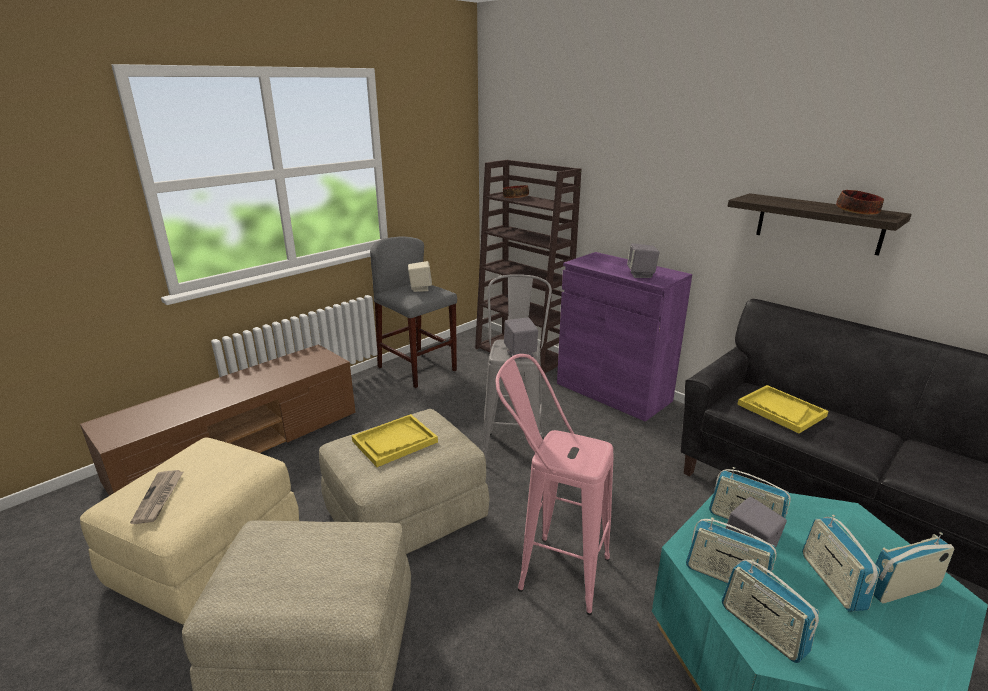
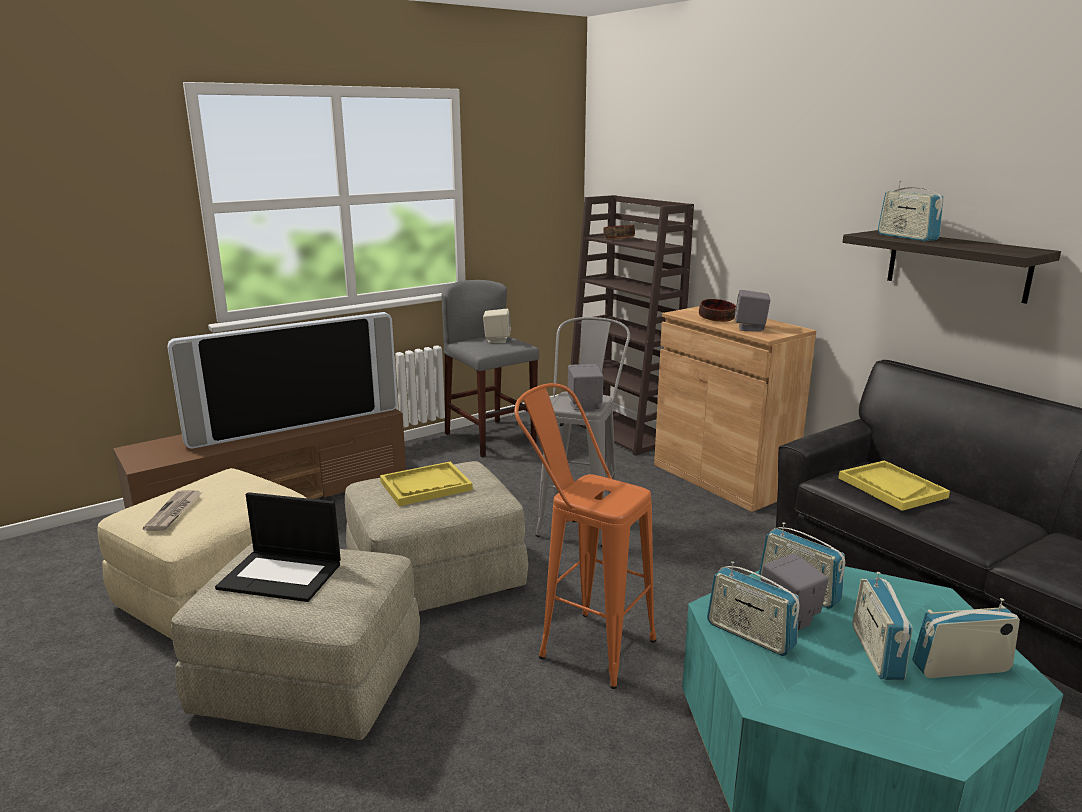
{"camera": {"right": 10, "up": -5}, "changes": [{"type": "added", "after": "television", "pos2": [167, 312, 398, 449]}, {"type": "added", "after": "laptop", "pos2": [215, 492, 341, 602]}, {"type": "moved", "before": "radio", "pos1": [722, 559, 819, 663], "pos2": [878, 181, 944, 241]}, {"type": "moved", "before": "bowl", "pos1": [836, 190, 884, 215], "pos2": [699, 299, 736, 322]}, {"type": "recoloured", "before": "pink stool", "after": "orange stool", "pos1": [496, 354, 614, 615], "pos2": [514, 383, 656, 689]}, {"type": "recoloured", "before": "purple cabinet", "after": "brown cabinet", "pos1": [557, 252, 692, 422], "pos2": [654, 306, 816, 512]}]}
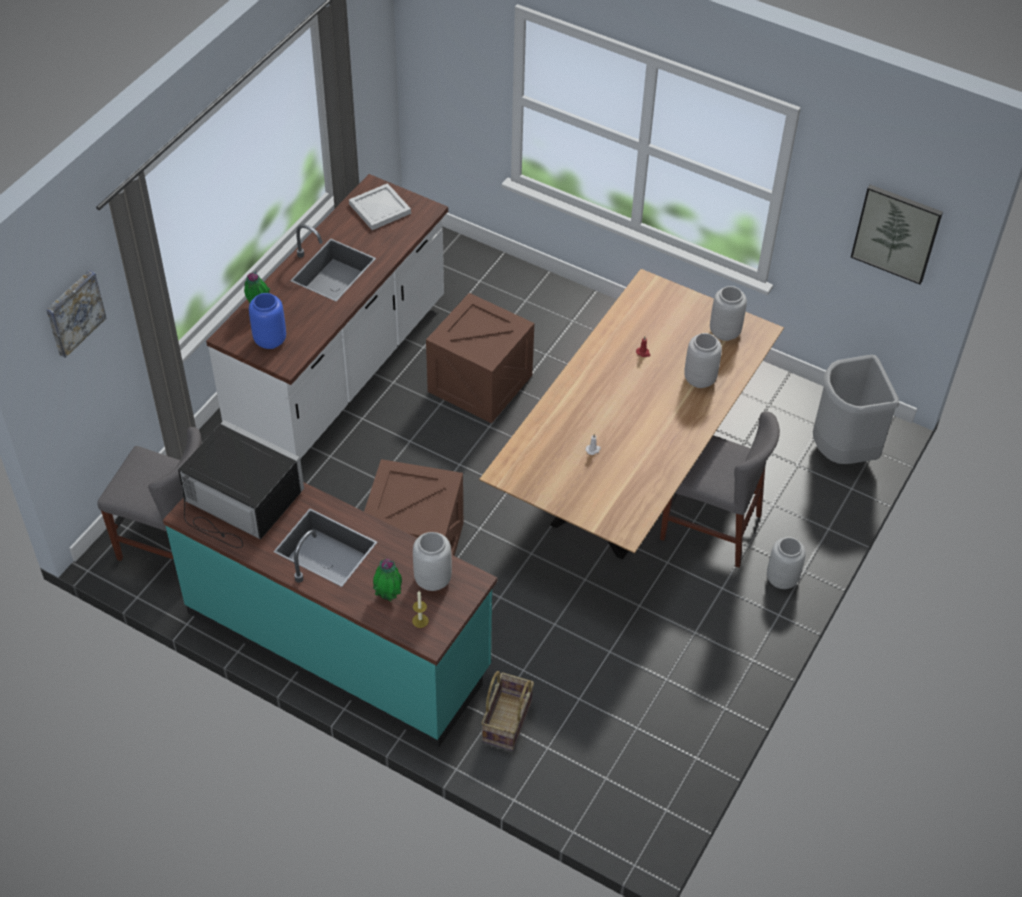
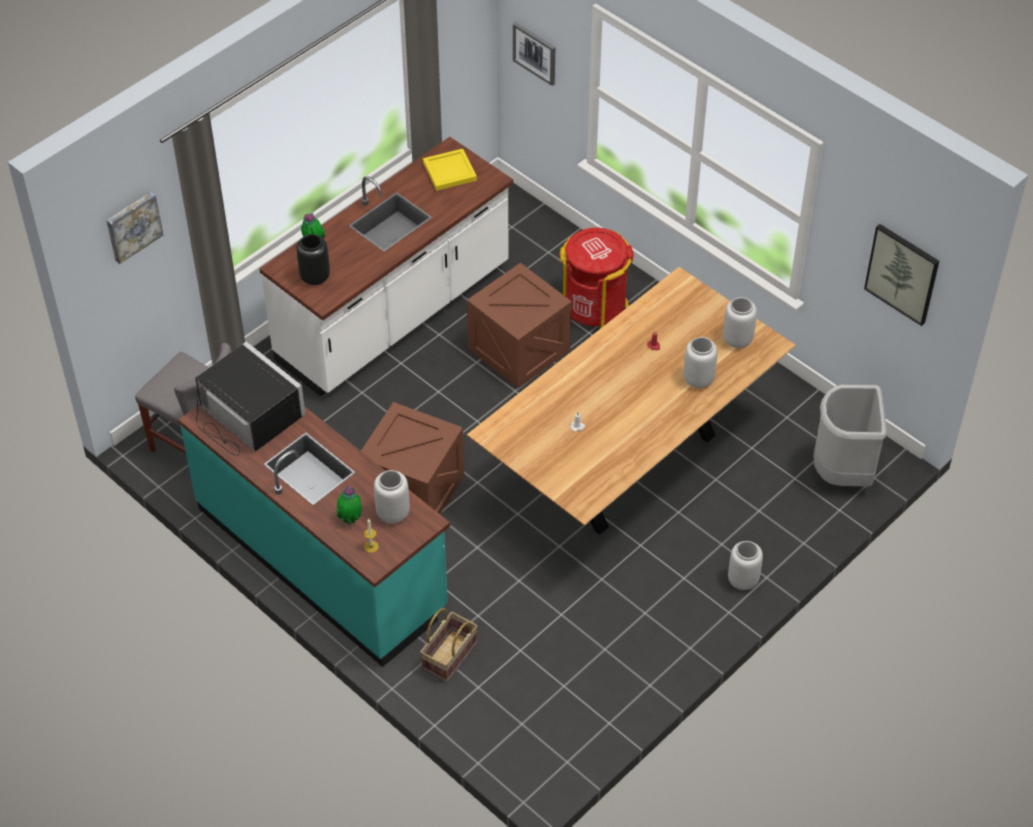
{"camera": {"right": 15, "up": 0}, "changes": [{"type": "removed", "before": "grey chair", "pos1": [660, 411, 780, 568]}, {"type": "added", "after": "picture", "pos2": [513, 22, 555, 86]}, {"type": "added", "after": "red trash can", "pos2": [559, 228, 634, 328]}, {"type": "recoloured", "before": "blue vase", "after": "black vase", "pos1": [249, 293, 286, 349], "pos2": [297, 234, 330, 285]}, {"type": "recoloured", "before": "white tray", "after": "yellow tray", "pos1": [349, 183, 411, 230], "pos2": [423, 149, 477, 191]}]}
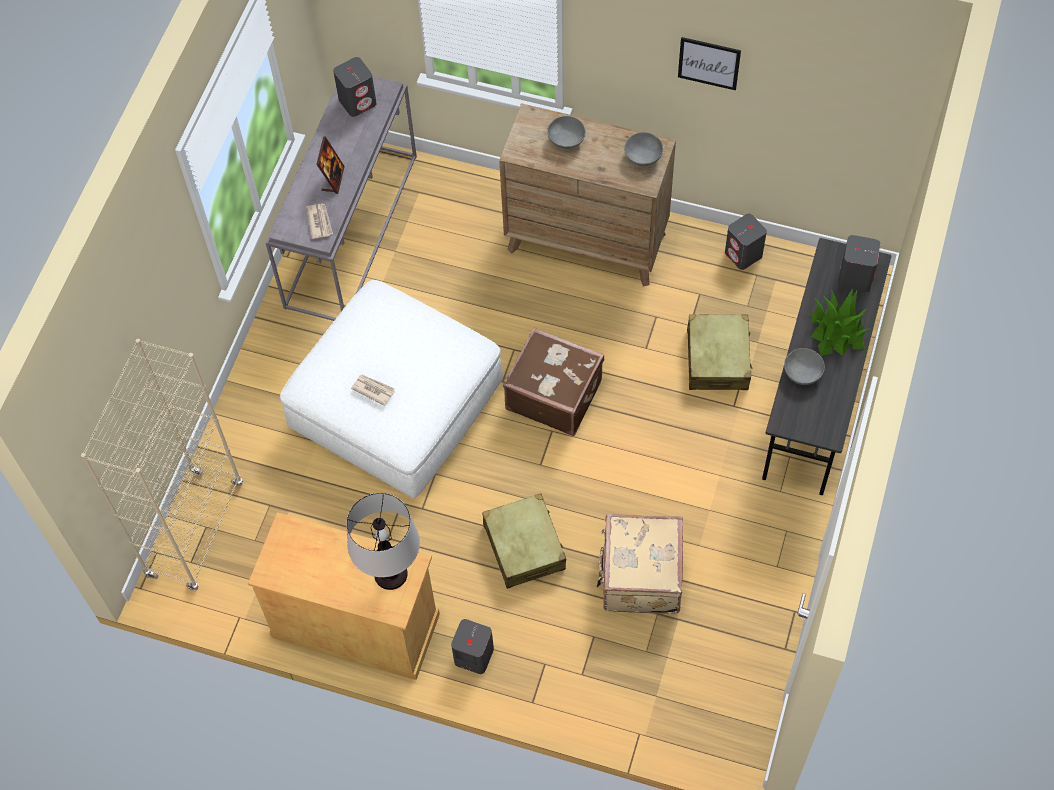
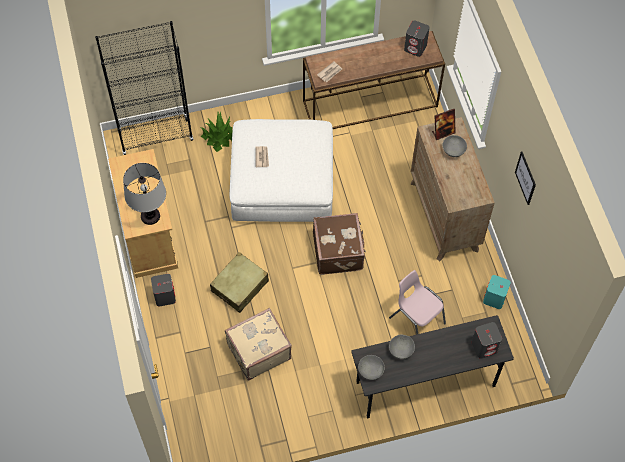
{"camera": {"right": 55, "up": 0}, "changes": [{"type": "moved", "before": "picture frame", "pos1": [317, 136, 345, 194], "pos2": [432, 109, 456, 140]}, {"type": "moved", "before": "grey bowl", "pos1": [624, 132, 663, 166], "pos2": [358, 355, 385, 380]}, {"type": "moved", "before": "potted plant", "pos1": [810, 288, 869, 356], "pos2": [200, 112, 233, 152]}, {"type": "replaced", "before": "beige suitcase", "after": "pink chair", "pos1": [687, 314, 752, 390], "pos2": [389, 270, 446, 335]}, {"type": "recoloured", "before": "beige bookcase", "after": "black bookcase", "pos1": [81, 339, 243, 591], "pos2": [95, 21, 194, 155]}, {"type": "recoloured", "before": "grey console table", "after": "brown console table", "pos1": [266, 76, 417, 321], "pos2": [303, 31, 445, 129]}, {"type": "recoloured", "before": "grey speaker", "after": "turquoise speaker", "pos1": [725, 214, 767, 270], "pos2": [483, 275, 511, 309]}]}
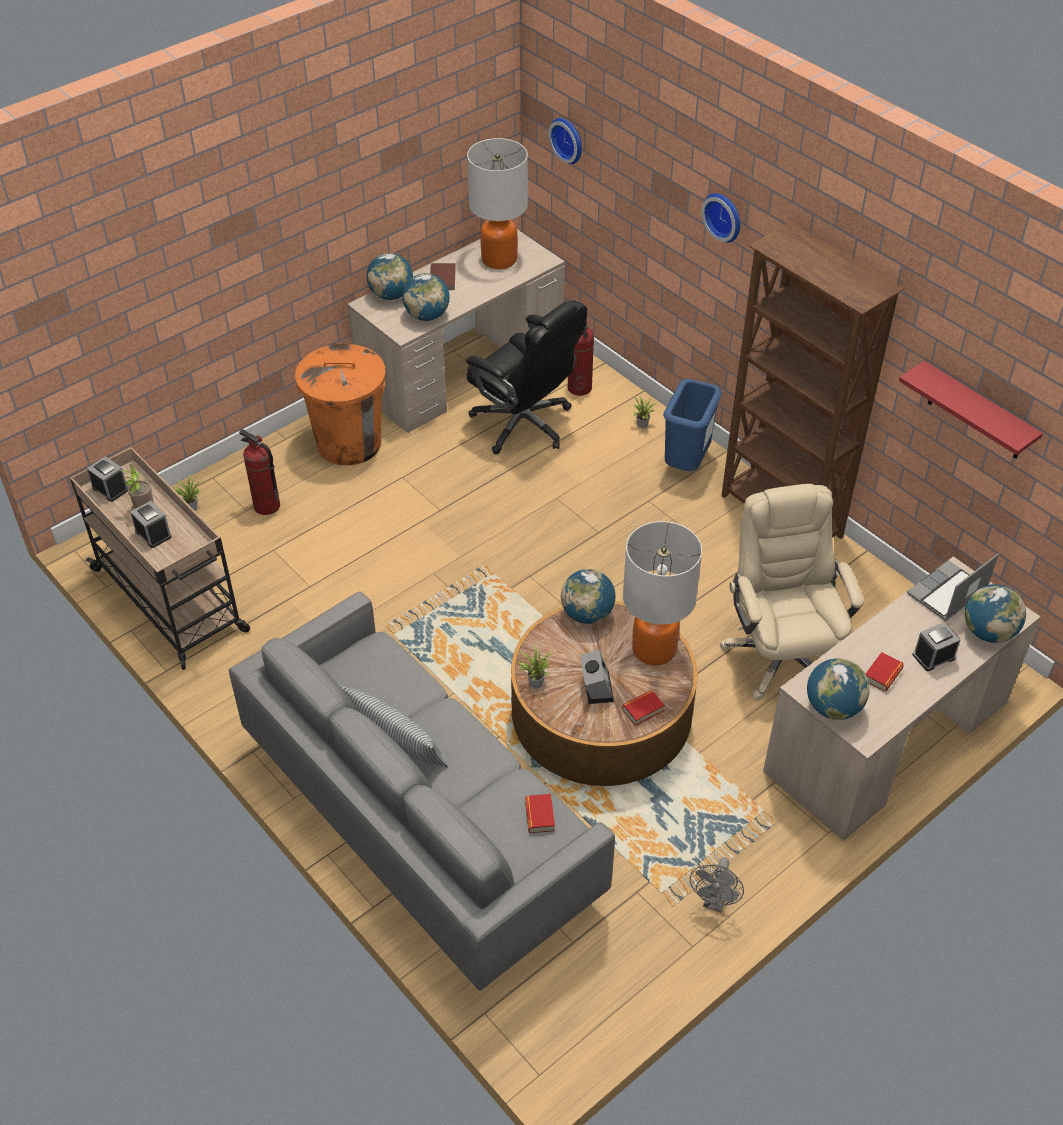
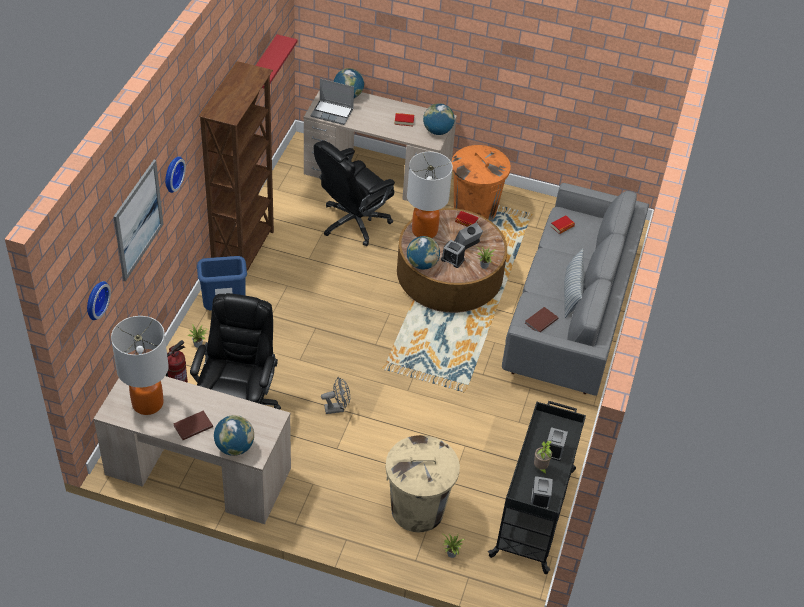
{"camera": {"right": -125, "up": 0}, "changes": [{"type": "removed", "before": "globe", "pos1": [402, 273, 450, 321]}, {"type": "added", "after": "picture", "pos2": [113, 160, 164, 282]}, {"type": "added", "after": "brown book", "pos2": [525, 307, 558, 332]}, {"type": "moved", "before": "orange trash can", "pos1": [295, 344, 386, 466], "pos2": [452, 145, 511, 221]}, {"type": "moved", "before": "grey fan", "pos1": [690, 857, 744, 912], "pos2": [321, 377, 350, 414]}, {"type": "moved", "before": "alarm clock", "pos1": [912, 622, 960, 671], "pos2": [441, 240, 465, 268]}, {"type": "replaced", "before": "fire extinguisher", "after": "beige trash can", "pos1": [239, 429, 280, 515], "pos2": [386, 435, 460, 532]}, {"type": "recoloured", "before": "beige cart", "after": "black cart", "pos1": [70, 447, 250, 670], "pos2": [488, 401, 586, 574]}, {"type": "recoloured", "before": "beige office chair", "after": "black office chair", "pos1": [720, 484, 864, 701], "pos2": [314, 140, 395, 246]}]}
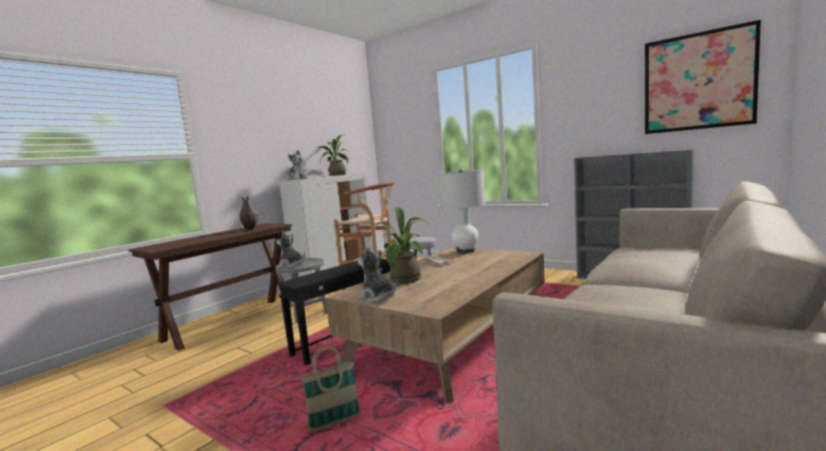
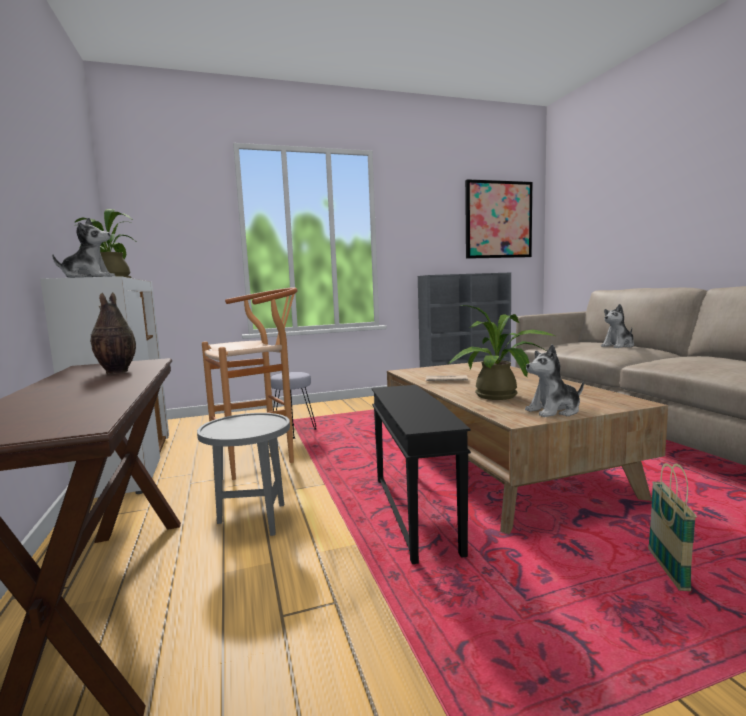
{"camera": {"right": -55, "up": 0}, "changes": [{"type": "removed", "before": "white table lamp", "pos1": [438, 169, 485, 254]}, {"type": "moved", "before": "plush toy", "pos1": [276, 231, 305, 268], "pos2": [601, 304, 634, 348]}]}
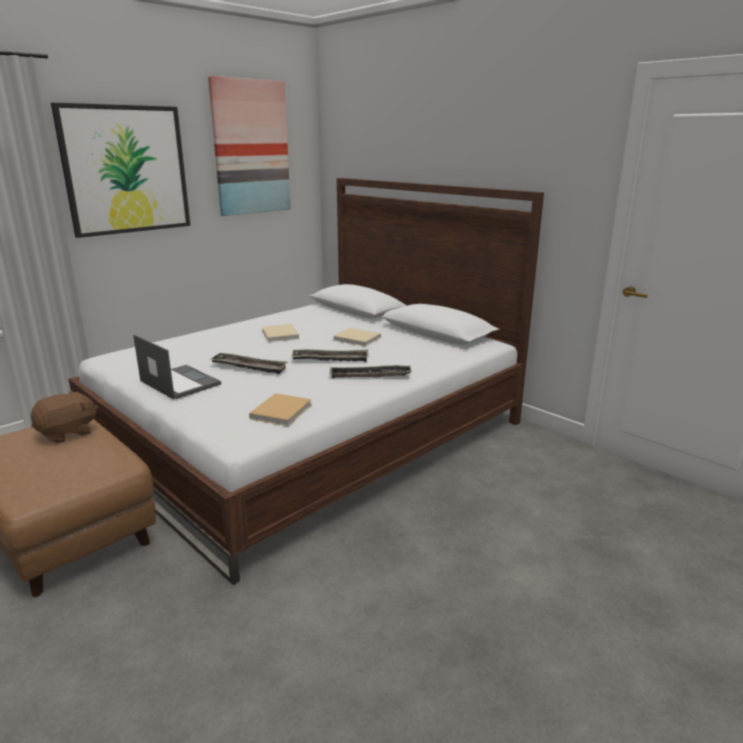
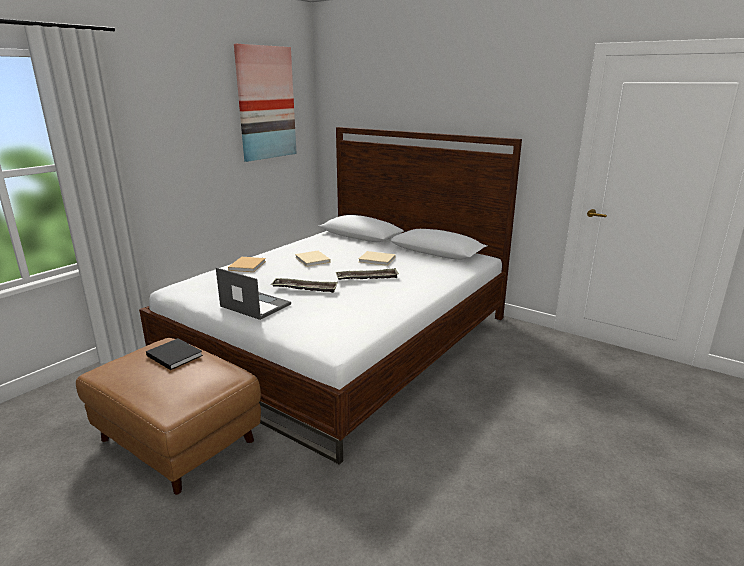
{"camera": {"right": -10, "up": 0}, "changes": [{"type": "removed", "before": "picture", "pos1": [51, 103, 190, 238]}, {"type": "removed", "before": "tray", "pos1": [330, 365, 412, 378]}, {"type": "moved", "before": "beige book", "pos1": [249, 393, 312, 426], "pos2": [228, 257, 266, 272]}, {"type": "replaced", "before": "brown plush toy", "after": "black book", "pos1": [31, 390, 98, 443], "pos2": [146, 338, 203, 370]}]}
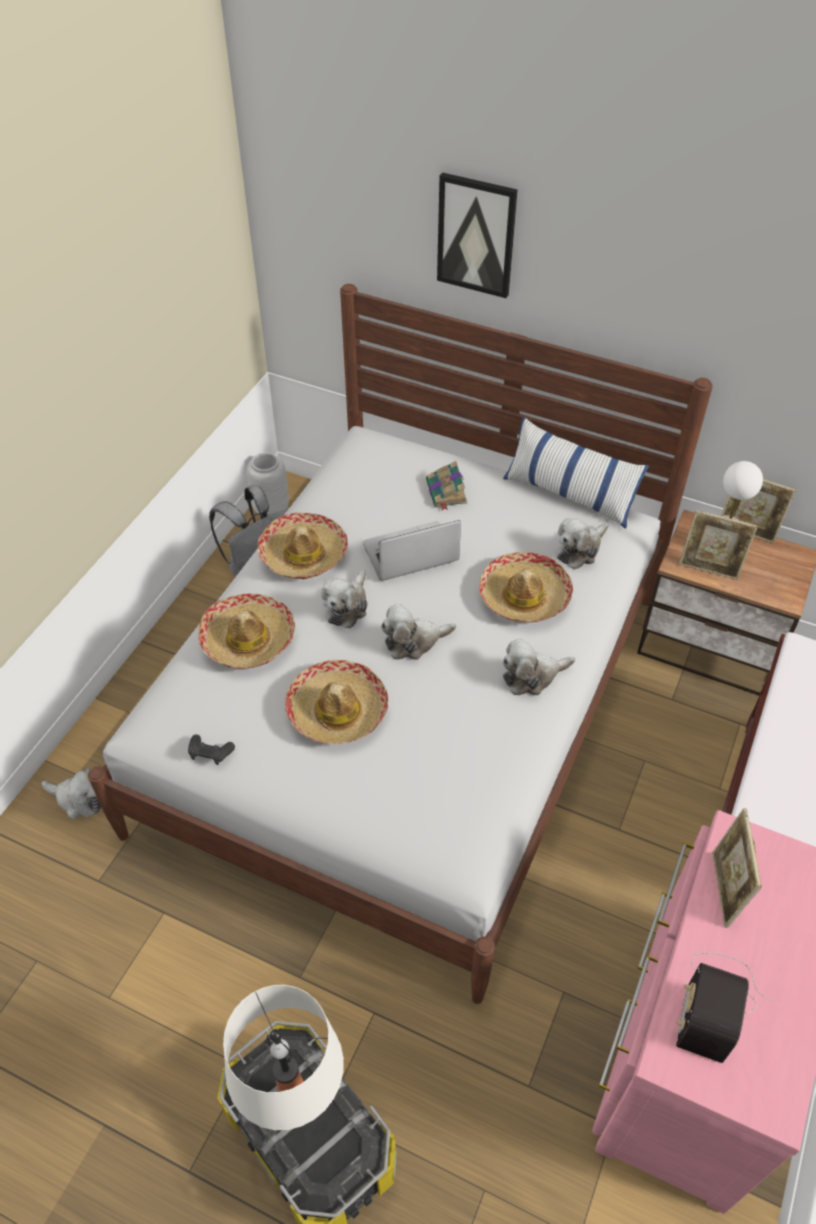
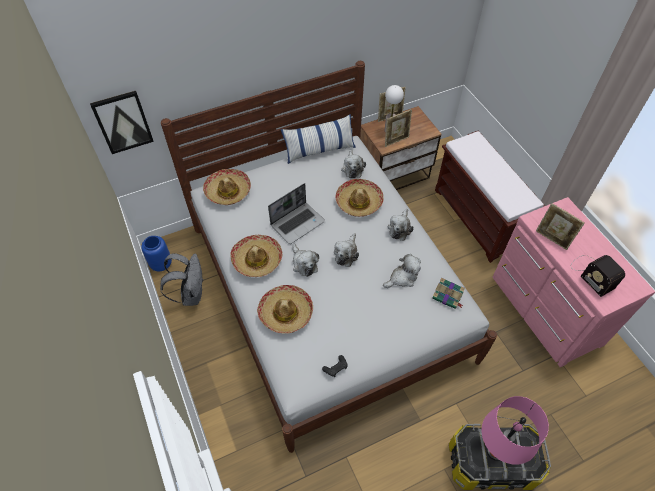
{"camera": {"right": -50, "up": 5}, "changes": [{"type": "moved", "before": "plush toy", "pos1": [41, 768, 101, 819], "pos2": [383, 254, 421, 288]}, {"type": "moved", "before": "hat", "pos1": [285, 660, 388, 744], "pos2": [203, 169, 251, 205]}, {"type": "moved", "before": "book", "pos1": [426, 461, 467, 511], "pos2": [432, 278, 465, 309]}, {"type": "moved", "before": "picture", "pos1": [437, 172, 518, 298], "pos2": [90, 91, 154, 154]}, {"type": "recoloured", "before": "white table lamp", "after": "pink table lamp", "pos1": [223, 985, 344, 1130], "pos2": [481, 396, 549, 464]}, {"type": "recoloured", "before": "grey vase", "after": "blue vase", "pos1": [247, 452, 289, 515], "pos2": [141, 236, 172, 272]}, {"type": "turned", "before": "laptop", "pos1": [363, 520, 461, 581], "pos2": [268, 183, 325, 244], "turn": -150}]}
